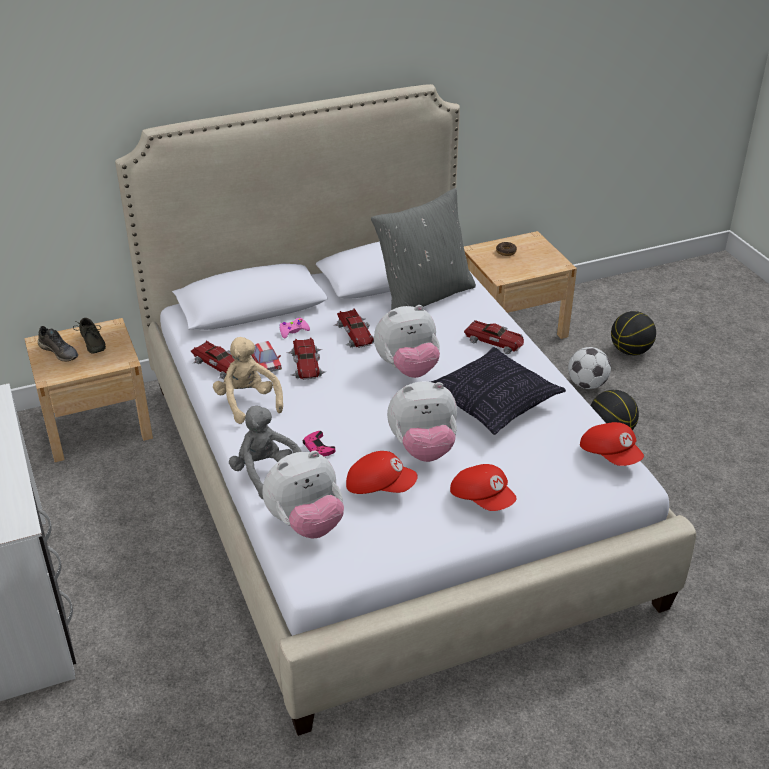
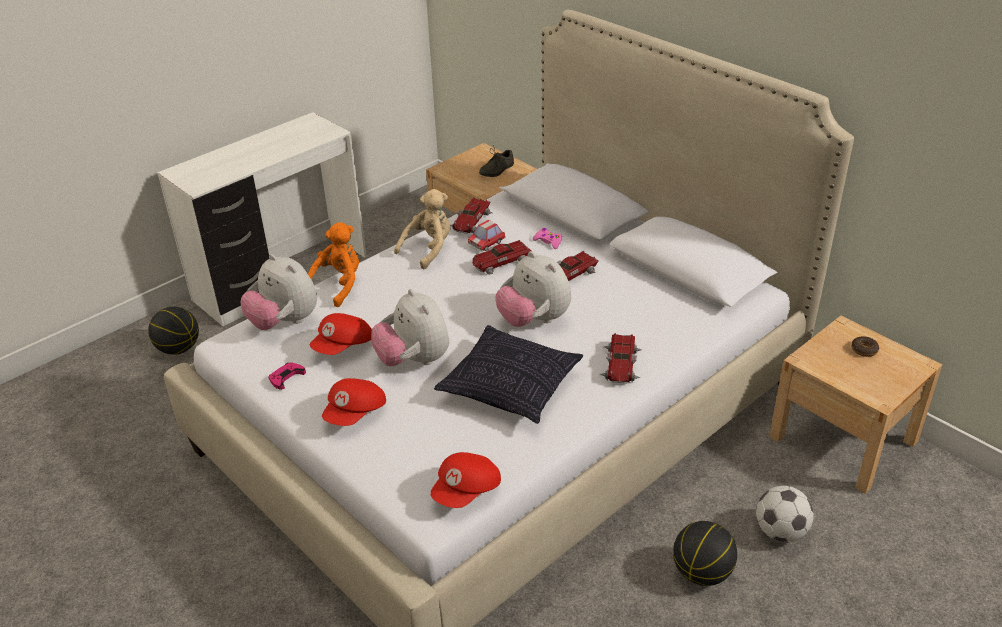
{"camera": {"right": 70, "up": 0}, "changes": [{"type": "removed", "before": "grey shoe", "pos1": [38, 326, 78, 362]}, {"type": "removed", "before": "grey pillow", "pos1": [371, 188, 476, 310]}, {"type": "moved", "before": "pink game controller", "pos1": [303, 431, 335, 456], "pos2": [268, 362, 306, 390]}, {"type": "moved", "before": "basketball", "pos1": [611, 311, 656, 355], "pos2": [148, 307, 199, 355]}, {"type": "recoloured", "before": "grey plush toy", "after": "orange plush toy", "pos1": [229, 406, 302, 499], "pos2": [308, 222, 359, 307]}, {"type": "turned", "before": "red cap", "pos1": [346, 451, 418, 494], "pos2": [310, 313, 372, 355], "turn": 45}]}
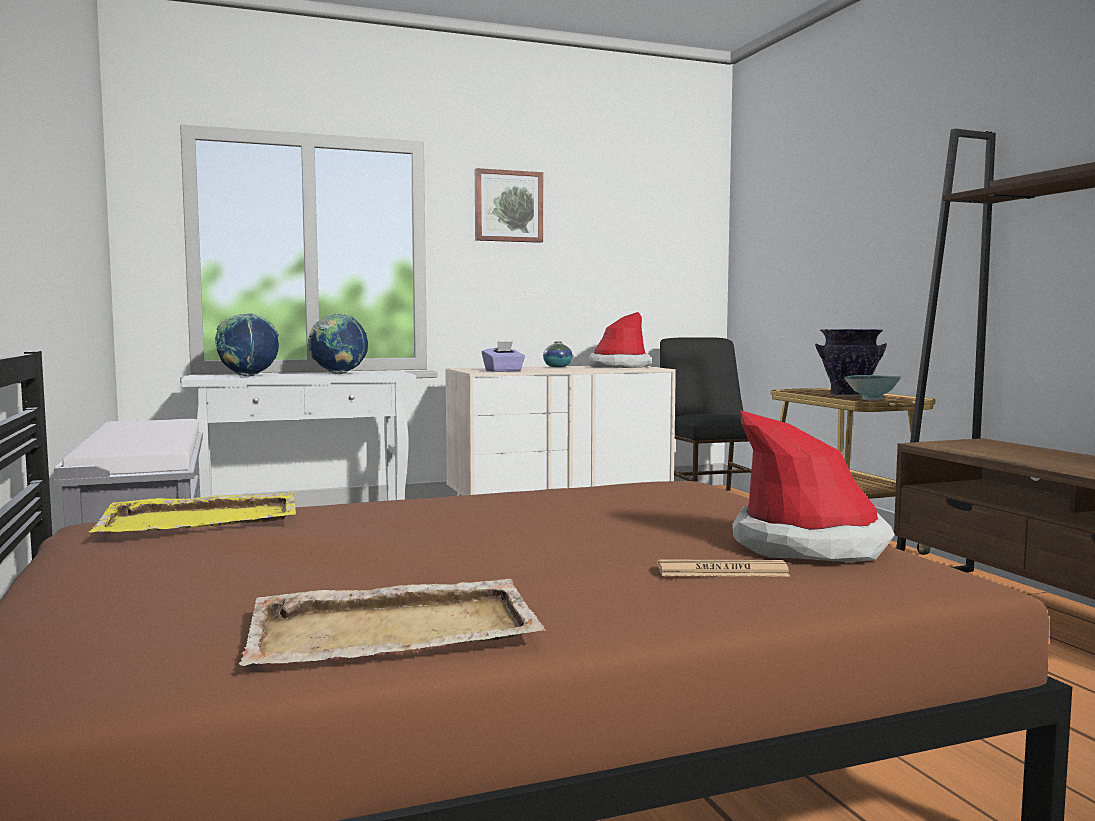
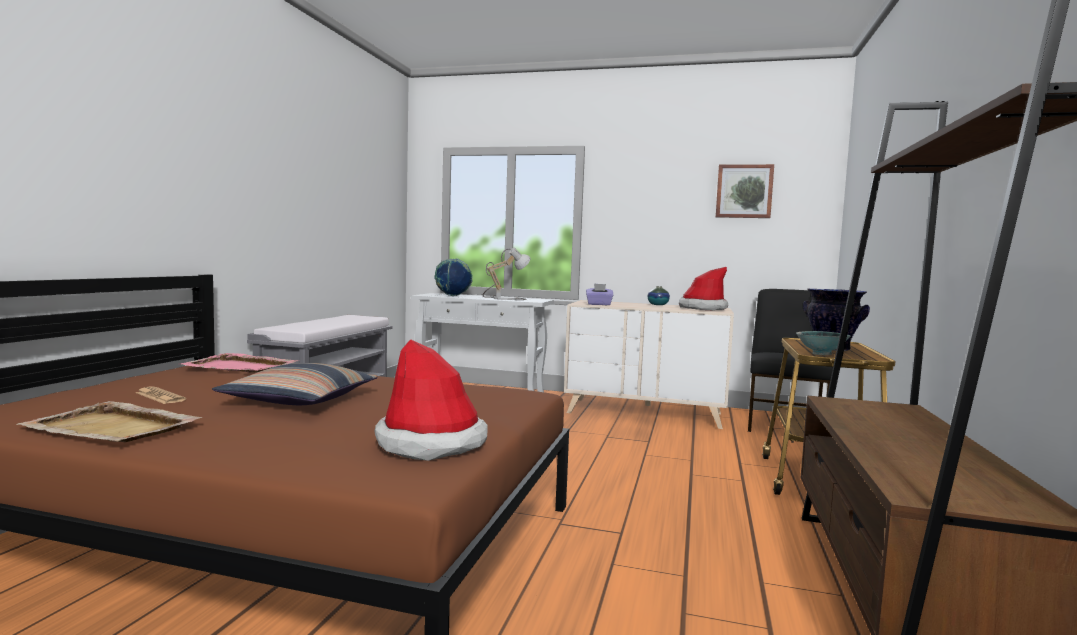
{"camera": {"right": 35, "up": 0}, "changes": [{"type": "added", "after": "pillow", "pos2": [212, 363, 378, 405]}, {"type": "moved", "before": "picture", "pos1": [475, 168, 543, 243], "pos2": [716, 164, 774, 218]}, {"type": "moved", "before": "newspaper", "pos1": [658, 559, 790, 577], "pos2": [136, 387, 186, 404]}, {"type": "replaced", "before": "globe", "after": "table lamp", "pos1": [308, 313, 368, 374], "pos2": [483, 247, 531, 301]}, {"type": "recoloured", "before": "yellow tray", "after": "pink tray", "pos1": [89, 492, 296, 532], "pos2": [180, 353, 299, 373]}]}
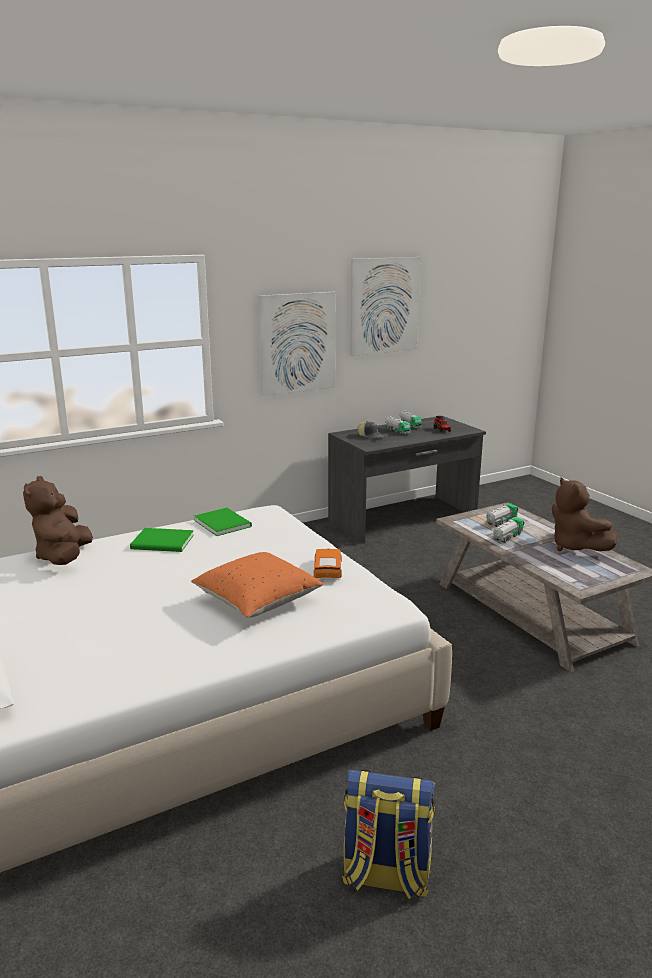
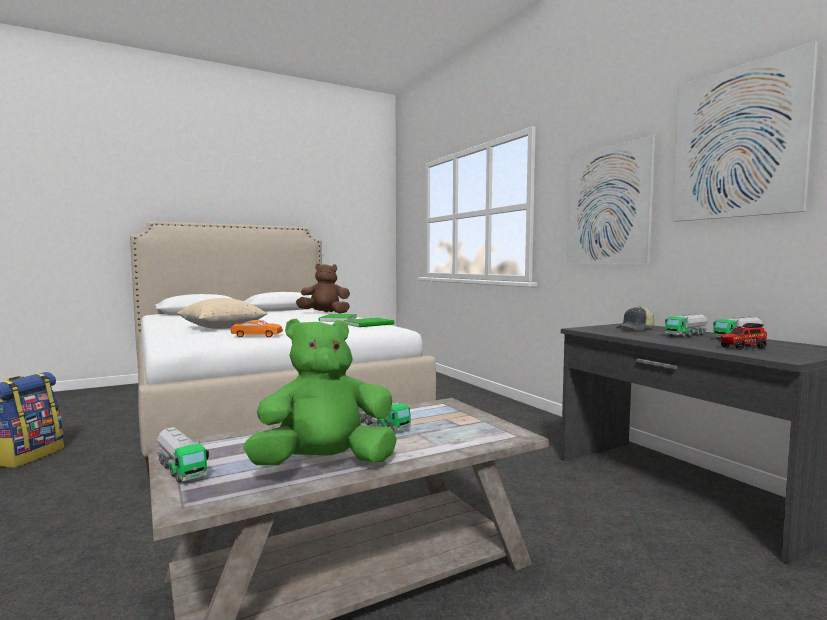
{"camera": {"right": 90, "up": -15}, "changes": [{"type": "moved", "before": "toy truck", "pos1": [486, 503, 518, 527], "pos2": [157, 427, 209, 483]}, {"type": "recoloured", "before": "orange pillow", "after": "beige pillow", "pos1": [191, 552, 324, 618], "pos2": [177, 298, 268, 329]}, {"type": "recoloured", "before": "brown plush toy", "after": "green plush toy", "pos1": [552, 478, 618, 551], "pos2": [243, 319, 397, 465]}]}
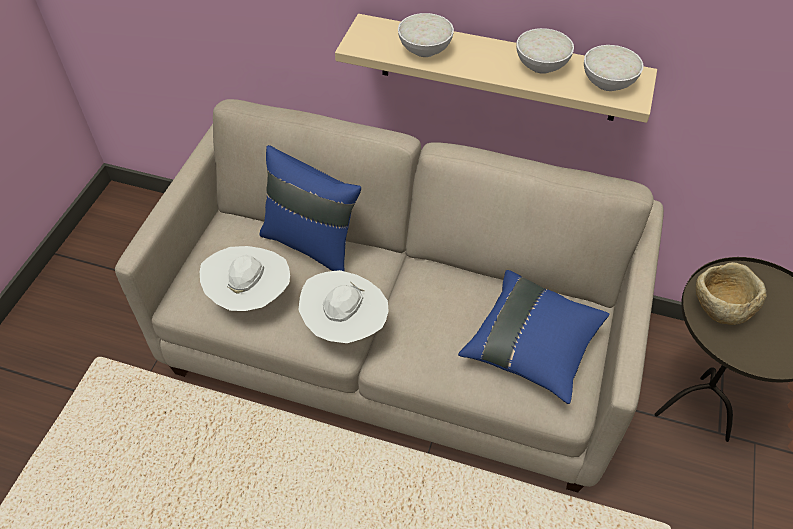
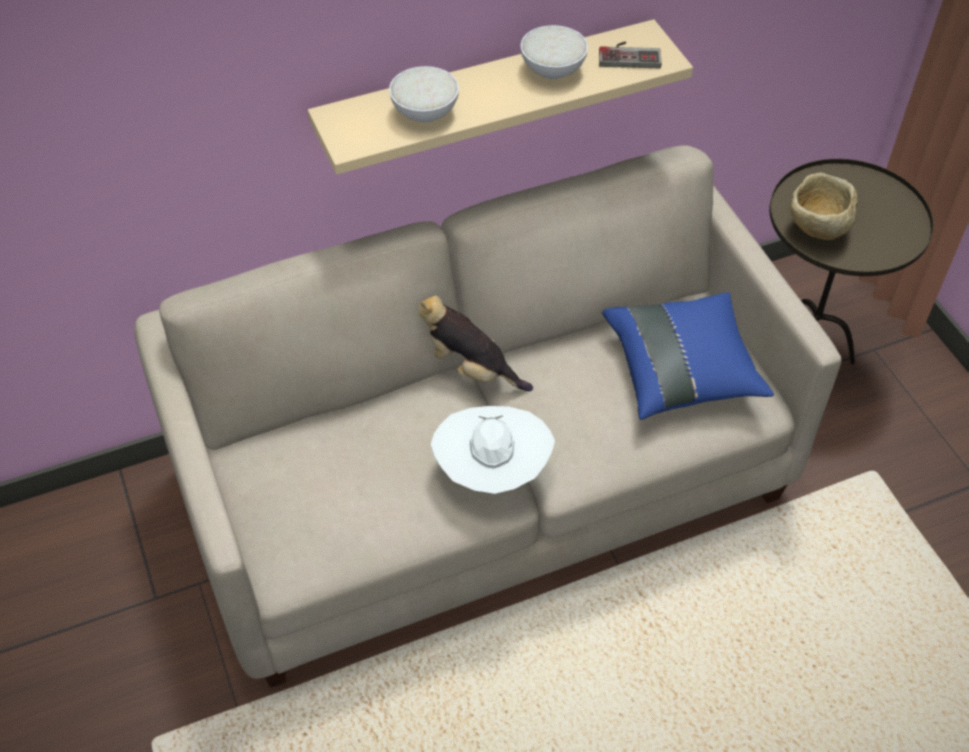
{"camera": {"right": -40, "up": 0}, "changes": [{"type": "removed", "before": "white hat", "pos1": [200, 246, 290, 311]}, {"type": "removed", "before": "blue pillow", "pos1": [259, 145, 361, 271]}, {"type": "added", "after": "plush toy", "pos2": [419, 296, 533, 391]}, {"type": "replaced", "before": "white bowl", "after": "game controller", "pos1": [584, 45, 643, 91], "pos2": [599, 41, 661, 68]}]}
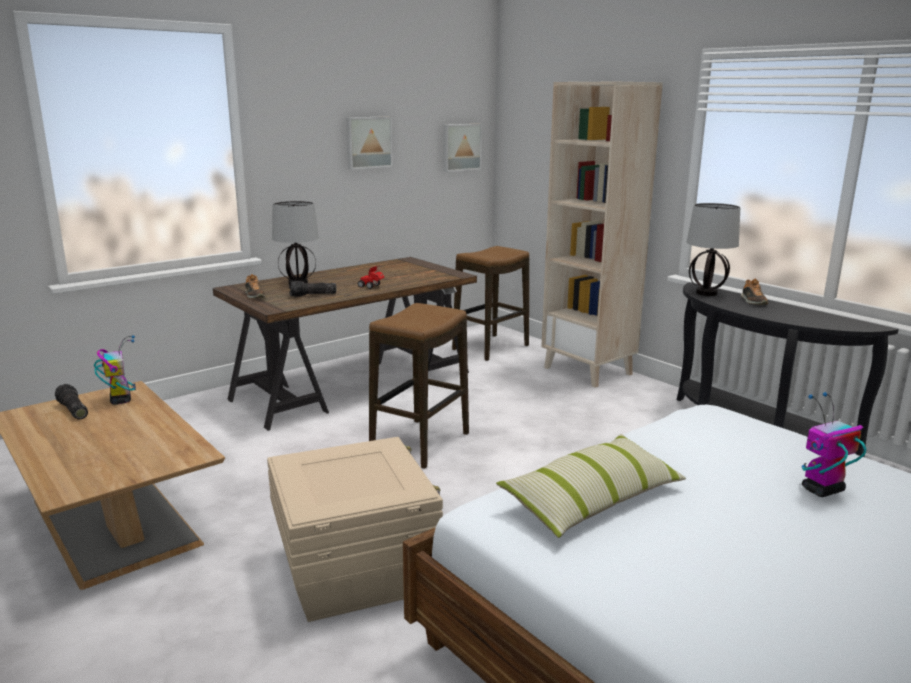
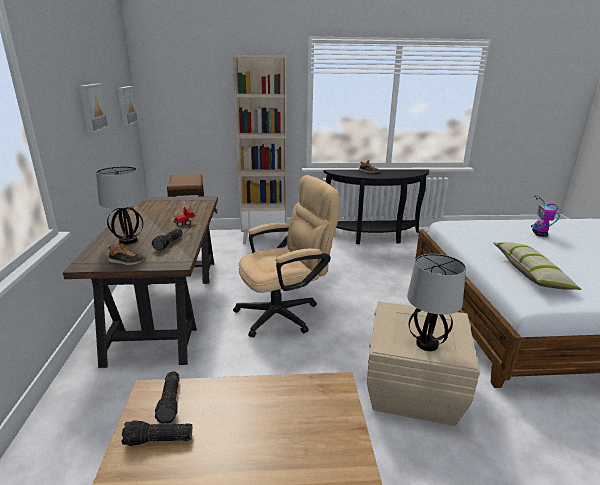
{"camera": {"right": -55, "up": 5}, "changes": [{"type": "moved", "before": "table lamp", "pos1": [687, 203, 740, 296], "pos2": [407, 254, 466, 351]}, {"type": "replaced", "before": "toy robot", "after": "flashlight", "pos1": [94, 335, 136, 405], "pos2": [155, 371, 180, 424]}, {"type": "replaced", "before": "stool", "after": "beige office chair", "pos1": [369, 303, 469, 469], "pos2": [233, 175, 340, 338]}]}
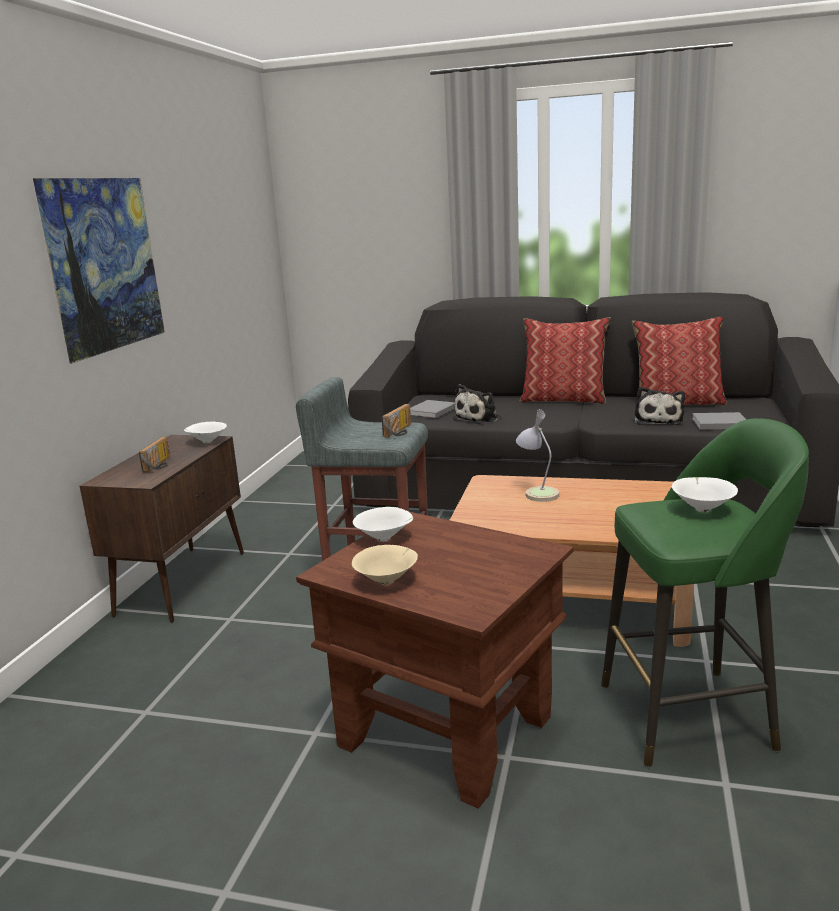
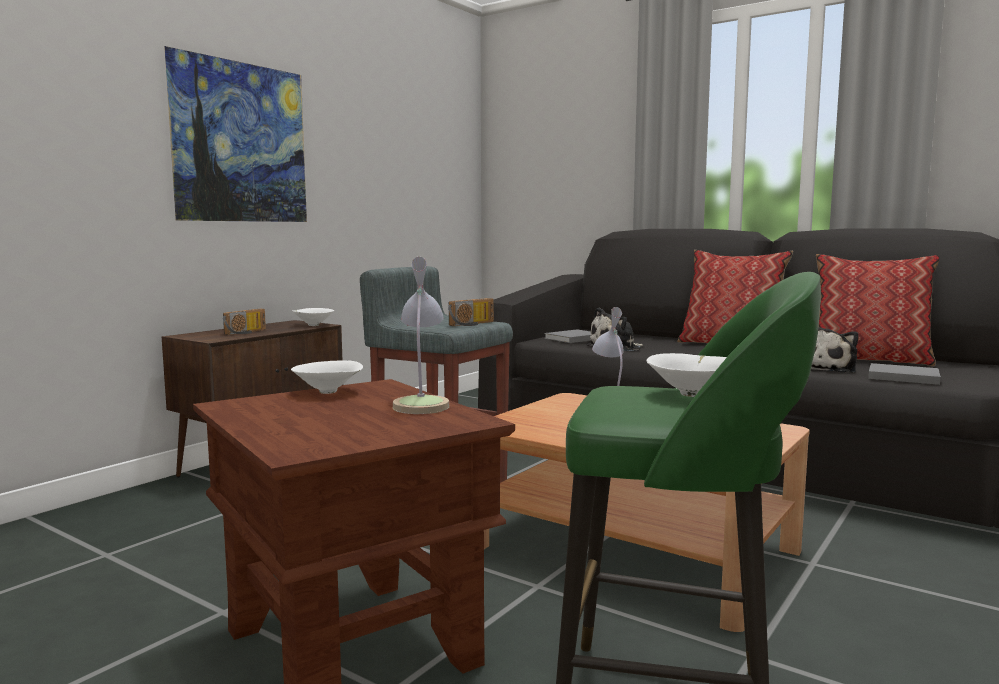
{"camera": {"right": 20, "up": -10}, "changes": [{"type": "removed", "before": "beige bowl", "pos1": [352, 545, 418, 585]}, {"type": "added", "after": "table lamp", "pos2": [393, 257, 450, 414]}]}
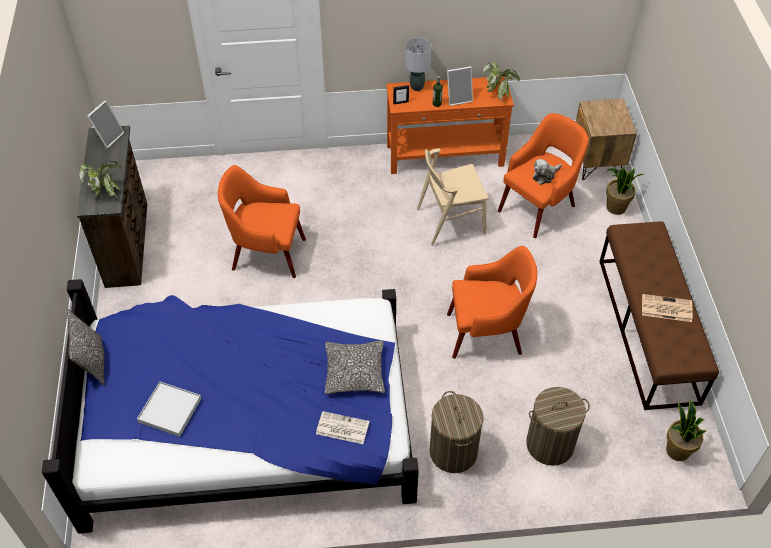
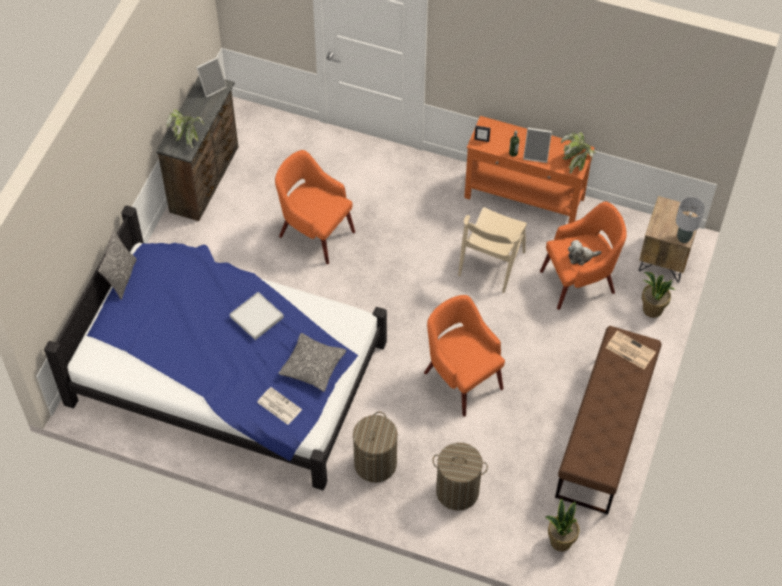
{"camera": {"right": 25, "up": 5}, "changes": [{"type": "moved", "before": "white tray", "pos1": [137, 382, 201, 437], "pos2": [230, 292, 284, 340]}, {"type": "moved", "before": "grey table lamp", "pos1": [405, 37, 431, 91], "pos2": [676, 197, 705, 243]}, {"type": "moved", "before": "newspaper", "pos1": [642, 294, 693, 322], "pos2": [606, 331, 656, 369]}, {"type": "turned", "before": "beige chair", "pos1": [417, 148, 489, 246], "pos2": [458, 207, 527, 293], "turn": -75}, {"type": "turned", "before": "orange armchair", "pos1": [447, 246, 537, 359], "pos2": [424, 295, 505, 417], "turn": -150}]}
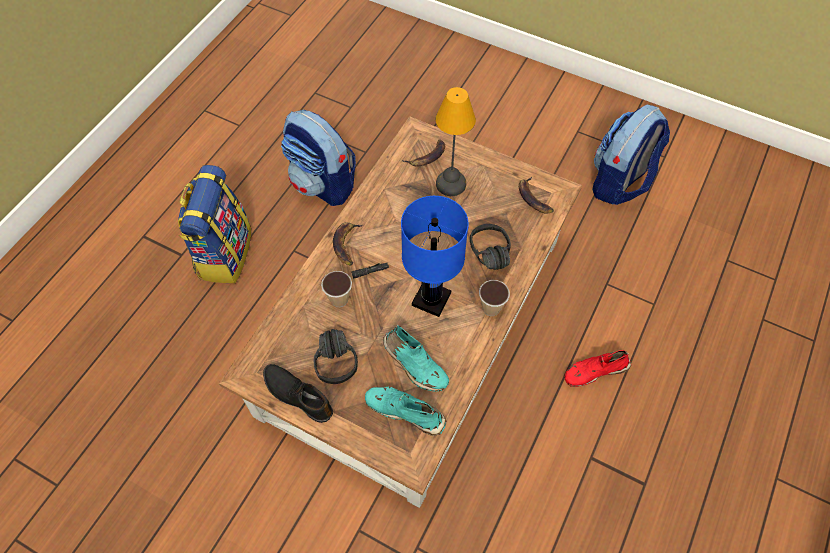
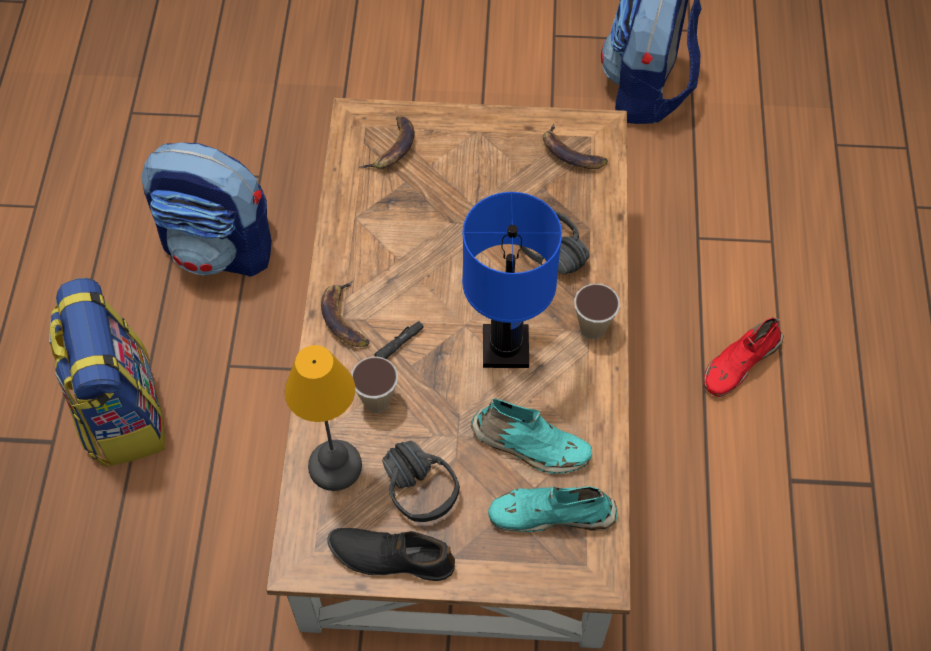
{"camera": {"right": -25, "up": 0}, "changes": [{"type": "moved", "before": "table lamp", "pos1": [435, 87, 476, 196], "pos2": [284, 345, 362, 491]}]}
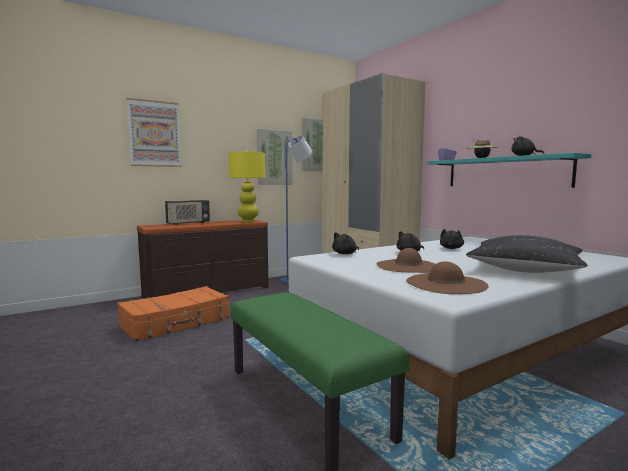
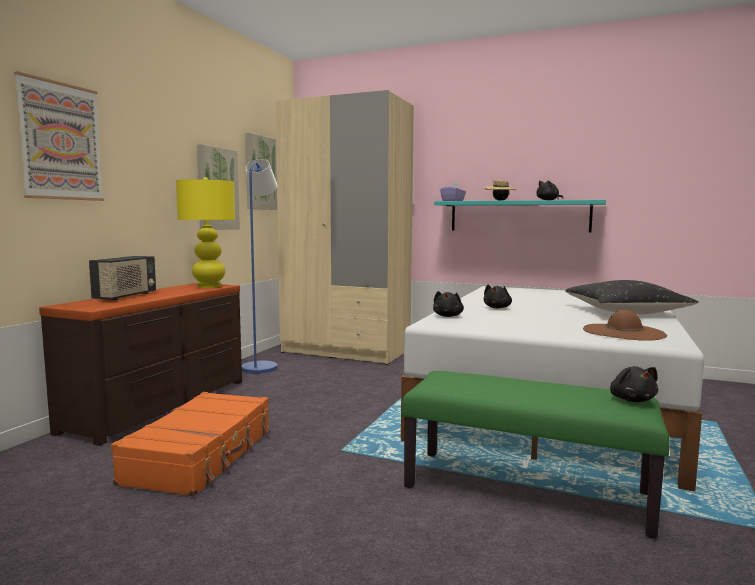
{"camera": {"right": -35, "up": 0}, "changes": [{"type": "removed", "before": "brown hat", "pos1": [376, 248, 435, 273]}, {"type": "moved", "before": "black plush toy", "pos1": [440, 229, 464, 249], "pos2": [610, 366, 658, 402]}]}
